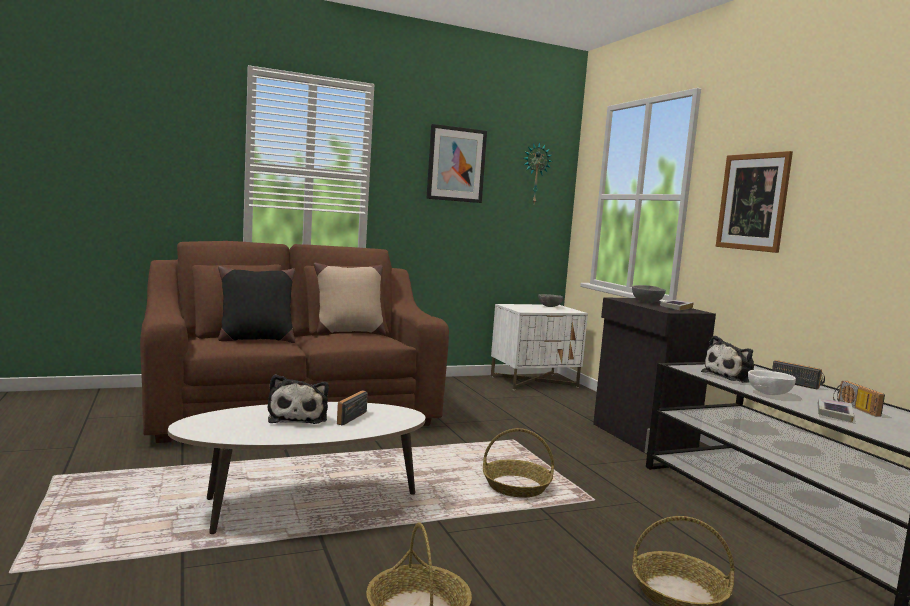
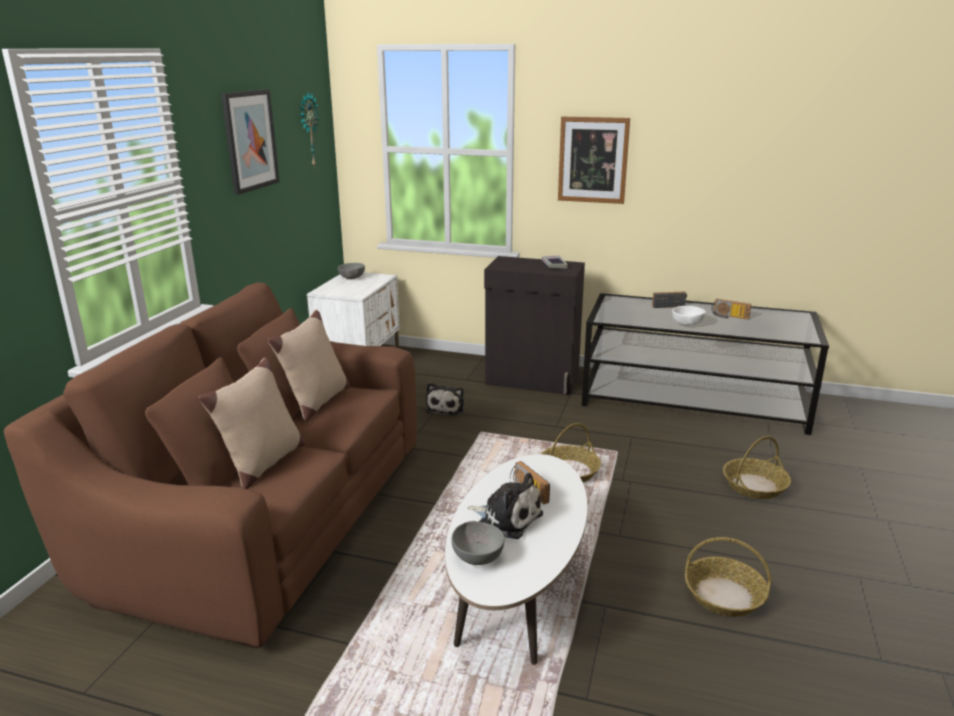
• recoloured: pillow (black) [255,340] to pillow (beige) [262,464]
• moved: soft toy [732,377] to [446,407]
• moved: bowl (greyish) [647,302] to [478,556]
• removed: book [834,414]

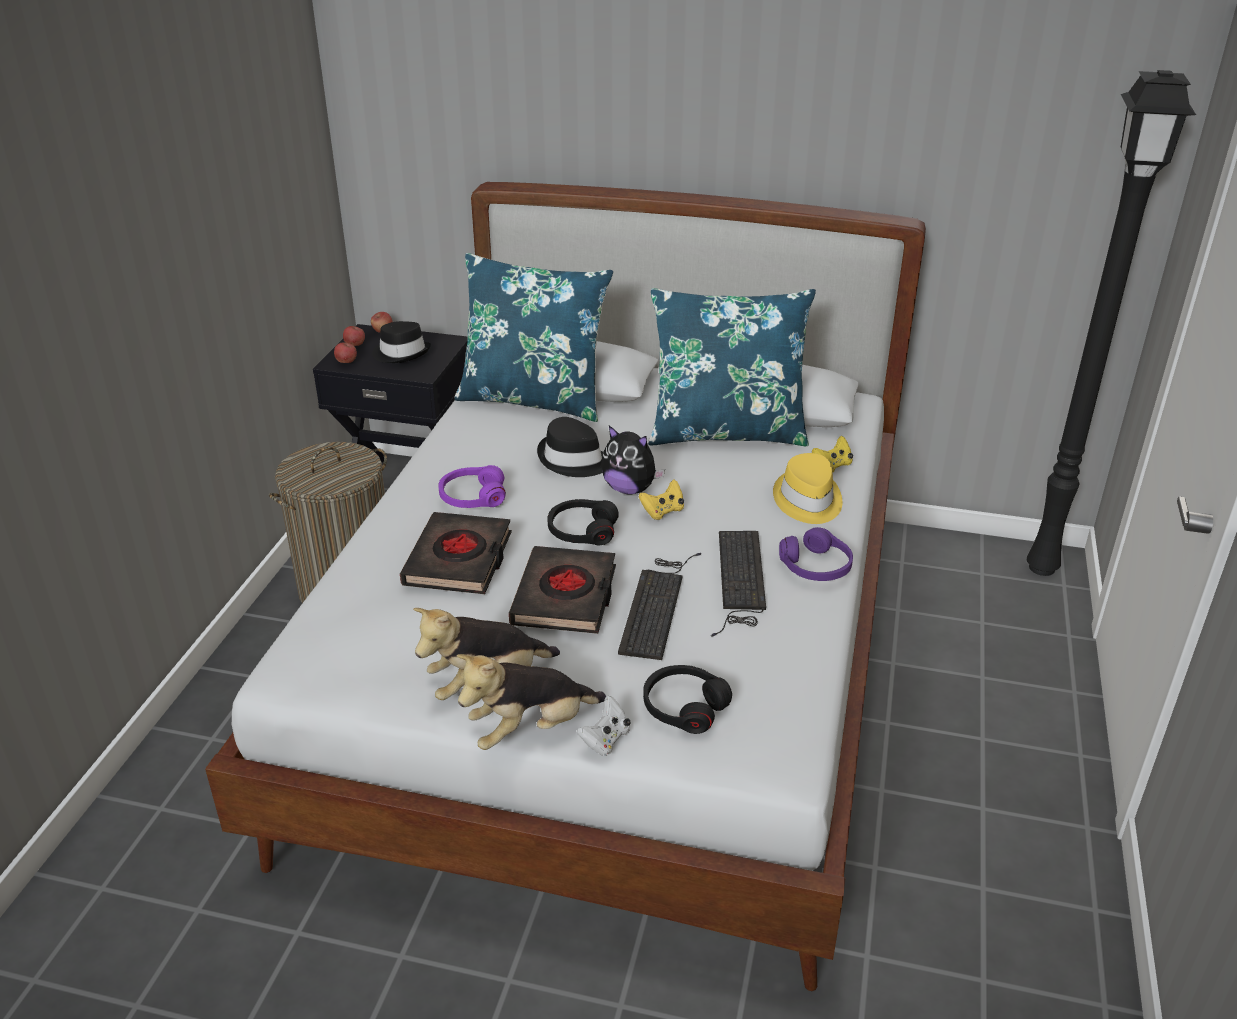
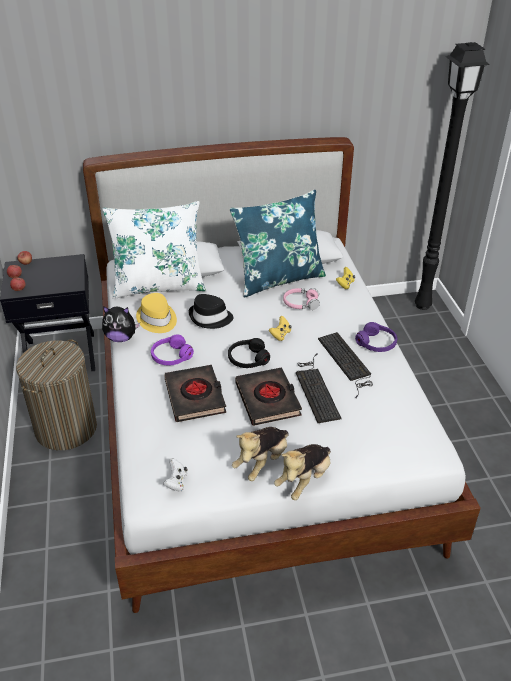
• moved: soft toy [630,489] to [121,338]
• recoloured: pillow (bluish) [534,399] to pillow (whitish) [159,285]
• moved: clothing hat (yellow-coloured) [807,501] to [157,319]
• moved: joypad (whitish) [605,740] to [176,482]
• added: pair of headphones (pinkish) [301,303]
• removed: clothing hat (black) [401,353]
• removed: pair of headphones (black) [684,707]

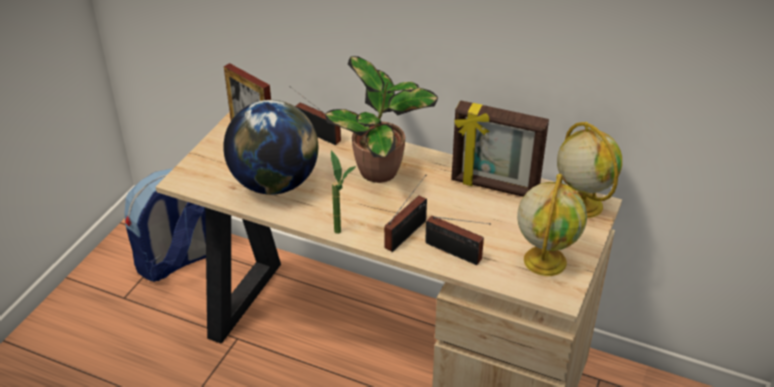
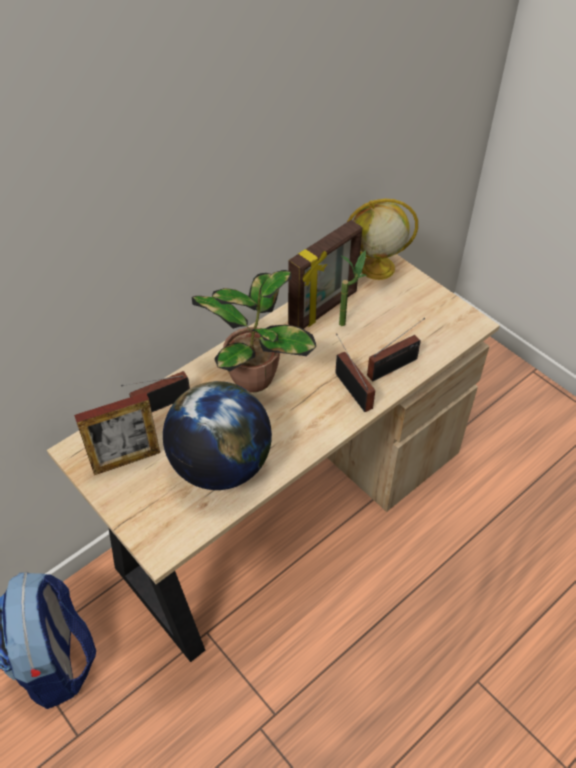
• moved: houseplant [343,234] to [348,322]
• removed: desk globe [544,260]

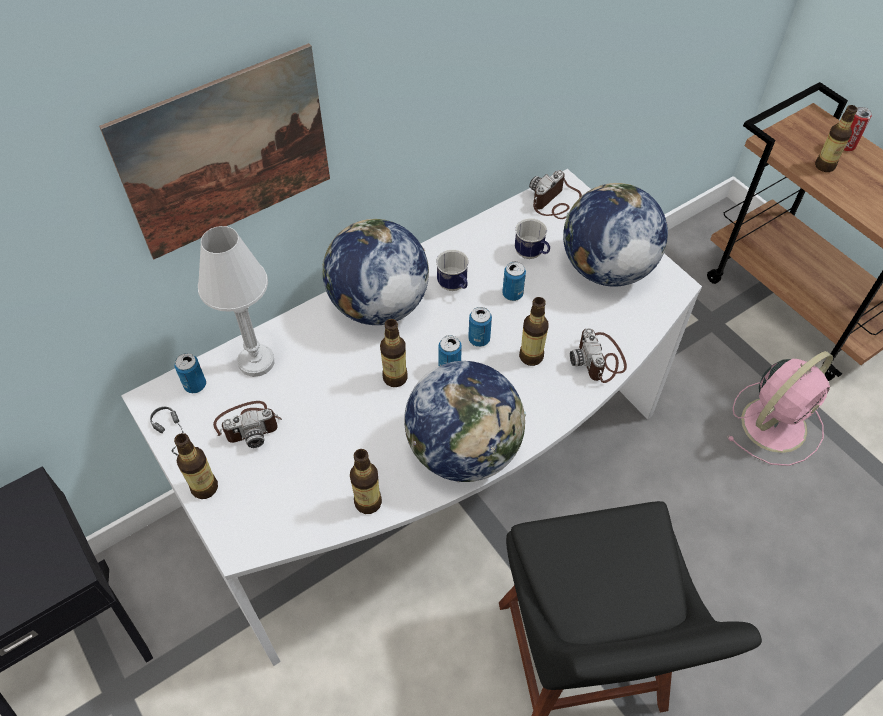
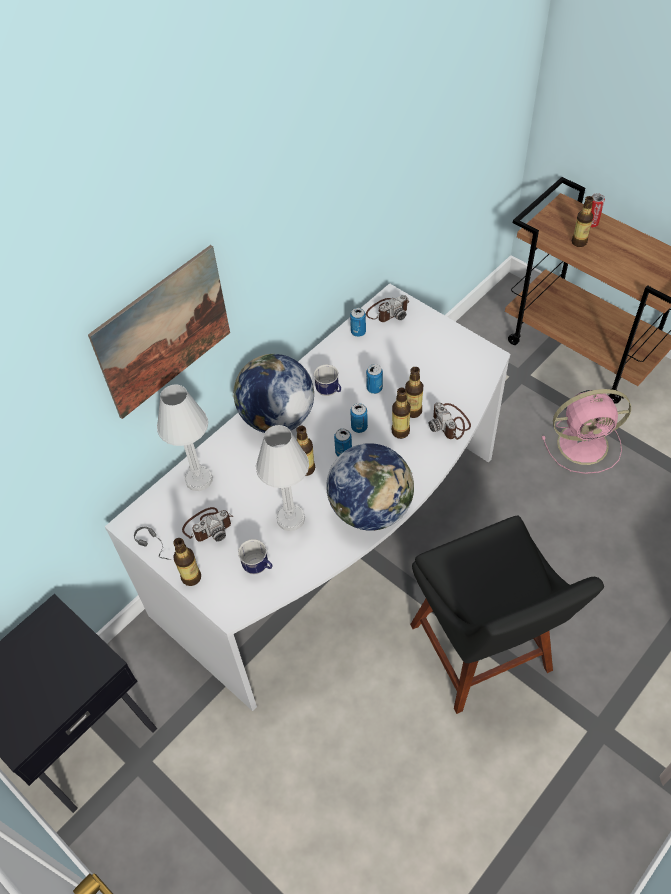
• moved: coffee mug [532,254] to [259,567]
• added: table lamp (whitish) [290,518]
• moved: metal can [195,385] to [358,332]
• turned: still camera [555,202] = [387,311] 150 degrees counterclockwise
• moved: beverage bottle [368,502] to [413,411]
• turned: electric fan (pinkish) [775,423] = [585,444] 45 degrees clockwise
• removed: desk globe [606,269]

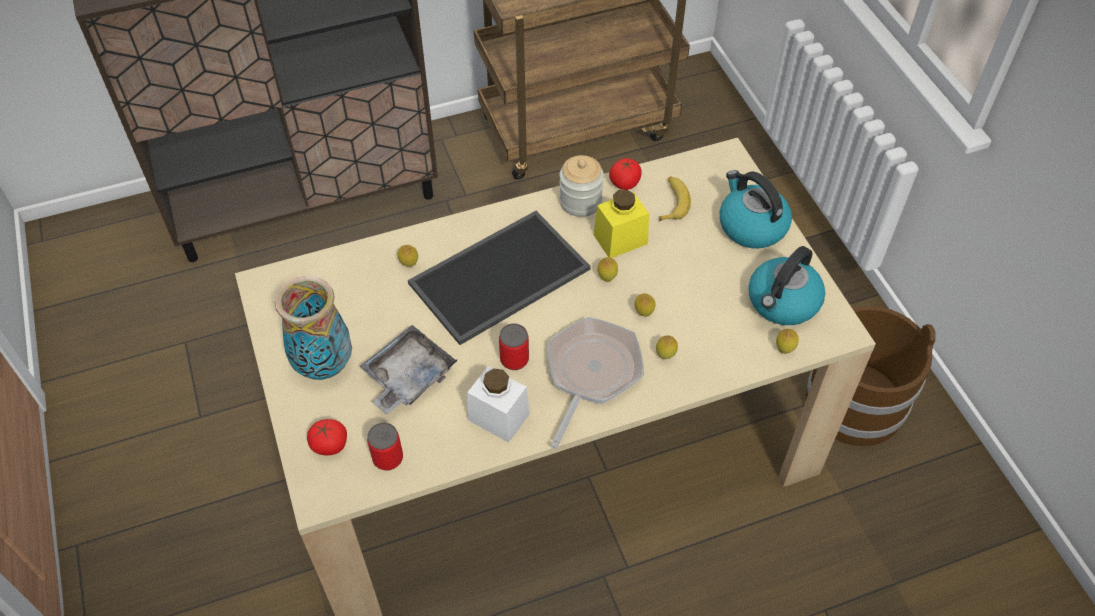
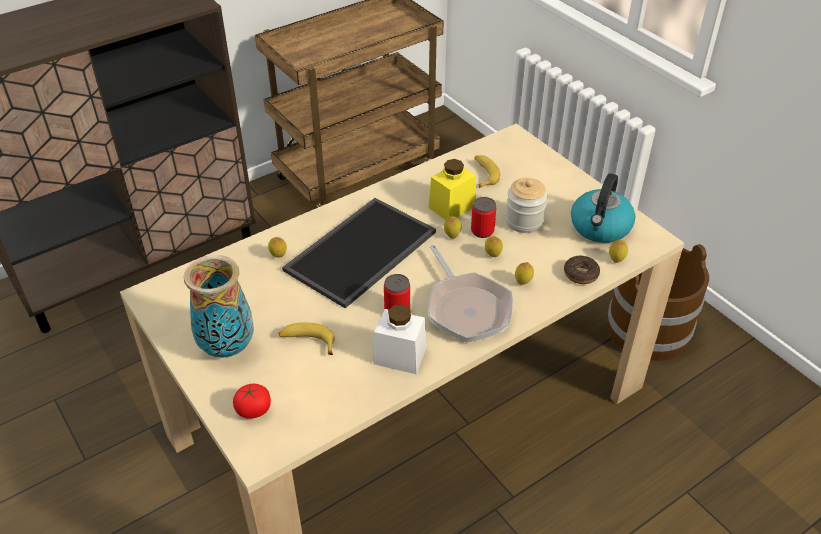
• replaced: tray (greyish) [408,377] to banana fruit [307,341]
• turned: pan [591,374] = [466,308] 150 degrees clockwise
• moved: metal can [388,458] to [482,231]
• moved: preserve jar [580,202] to [524,221]
• added: ring doughnut [581,274]
• removed: tomato [624,183]
• removed: tea kettle [751,226]

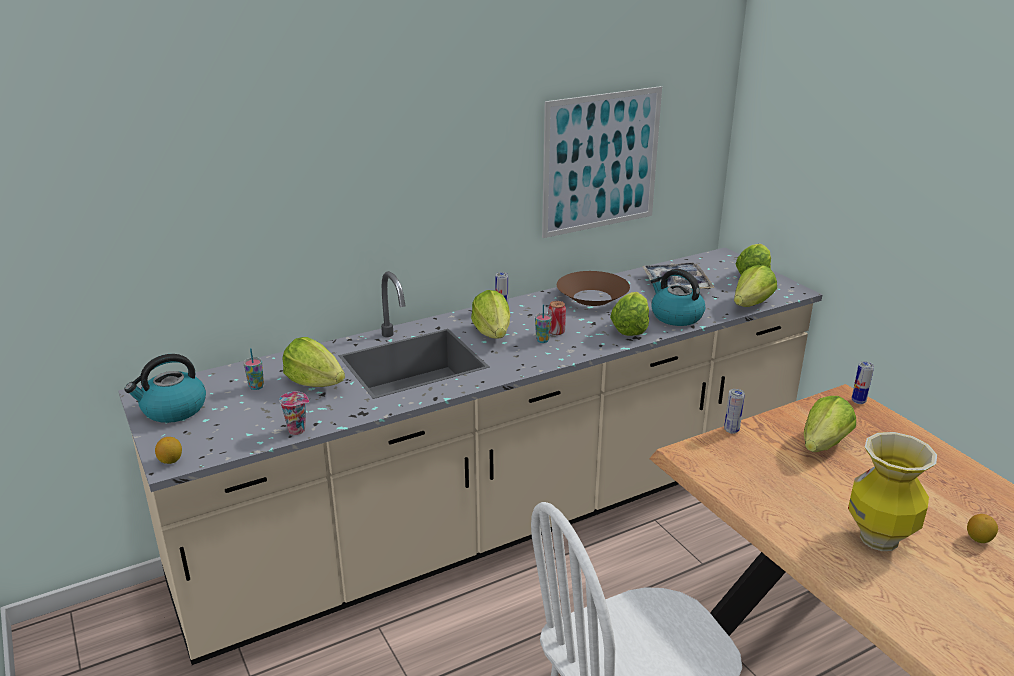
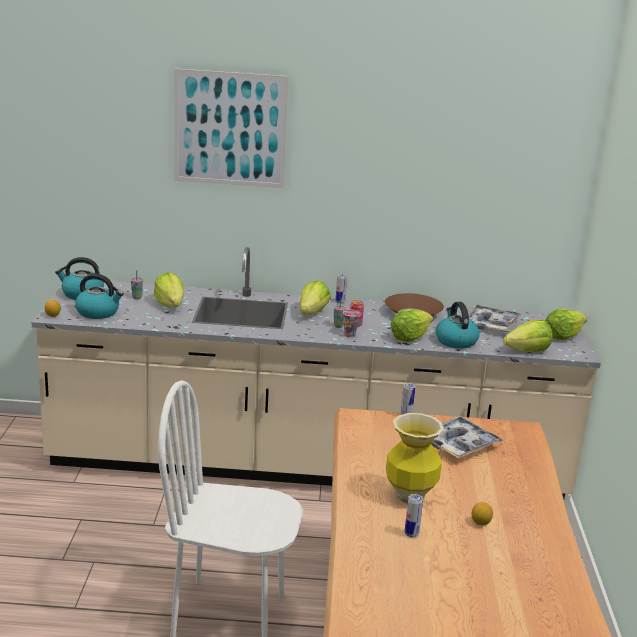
• added: tea kettle [98,312]
• moved: picture [601,162] to [230,129]
• moved: drinking cup [298,430] to [350,335]
• moved: metal can [858,401] to [411,534]
• replaced: head of lettuce [823,445] to tray [458,444]

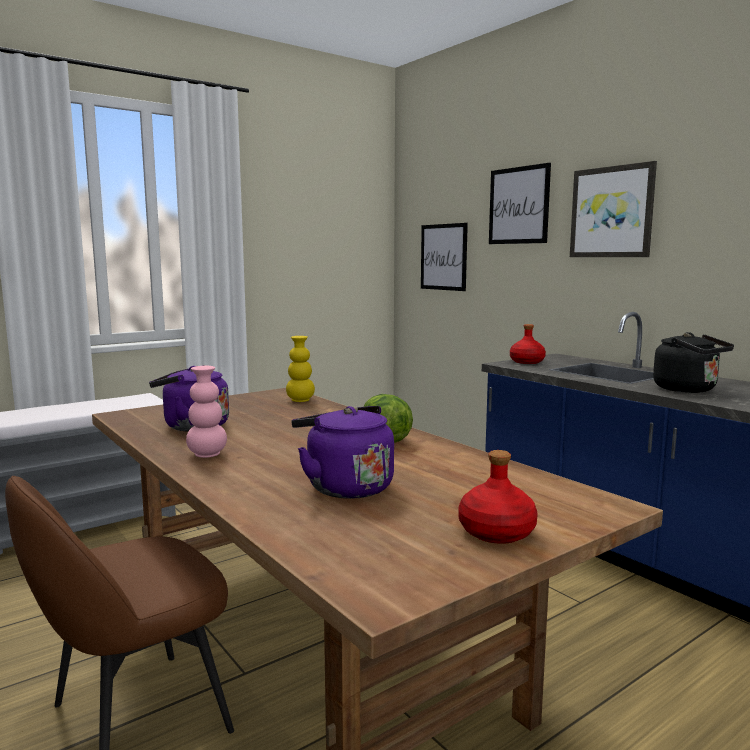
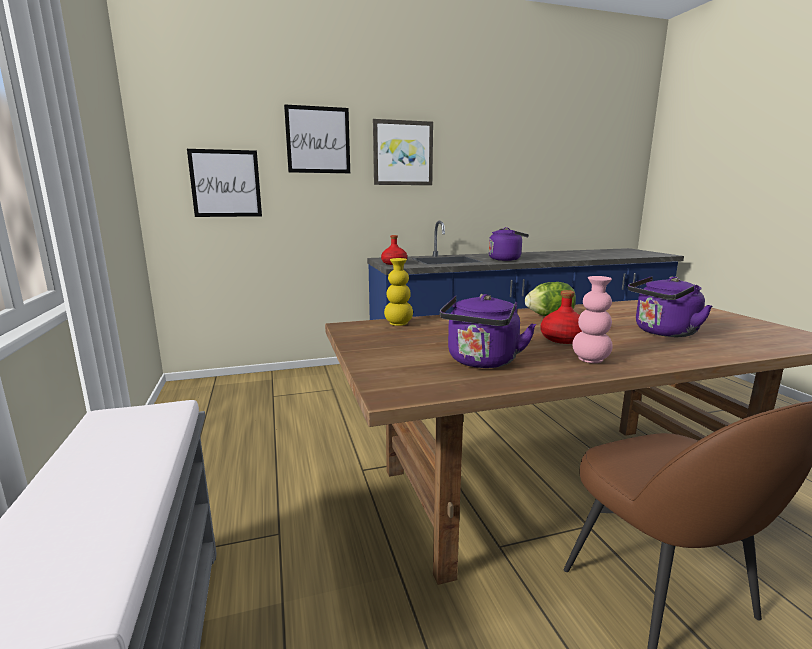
• recoloured: tea kettle (black) [688,389] to tea kettle (purplish) [506,259]
• moved: beverage bottle (red) [496,532] to [563,339]

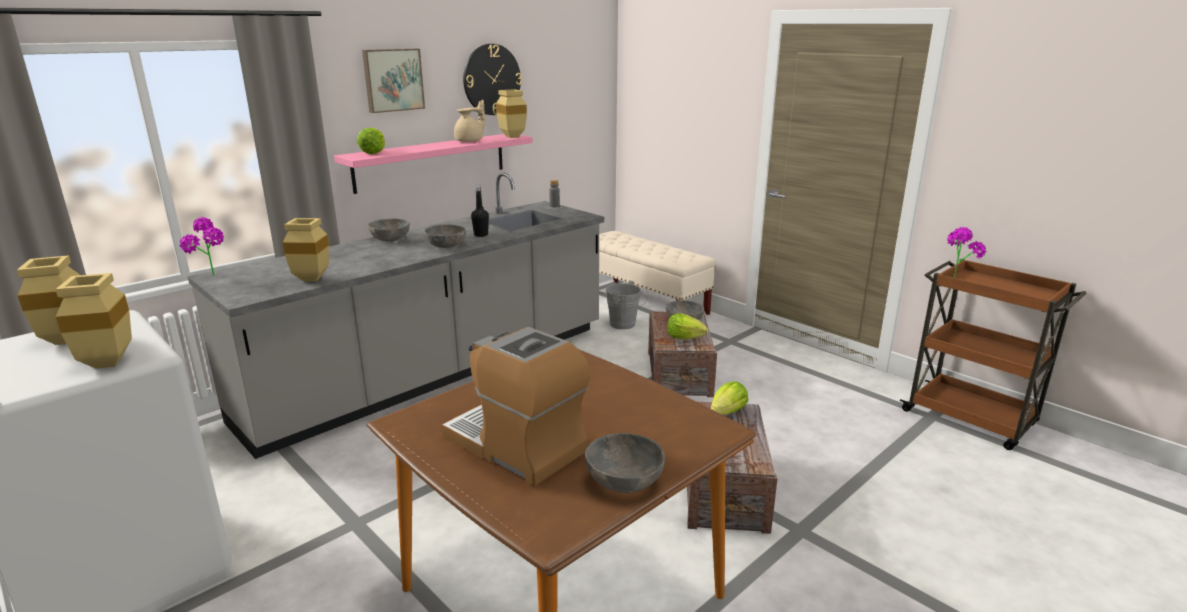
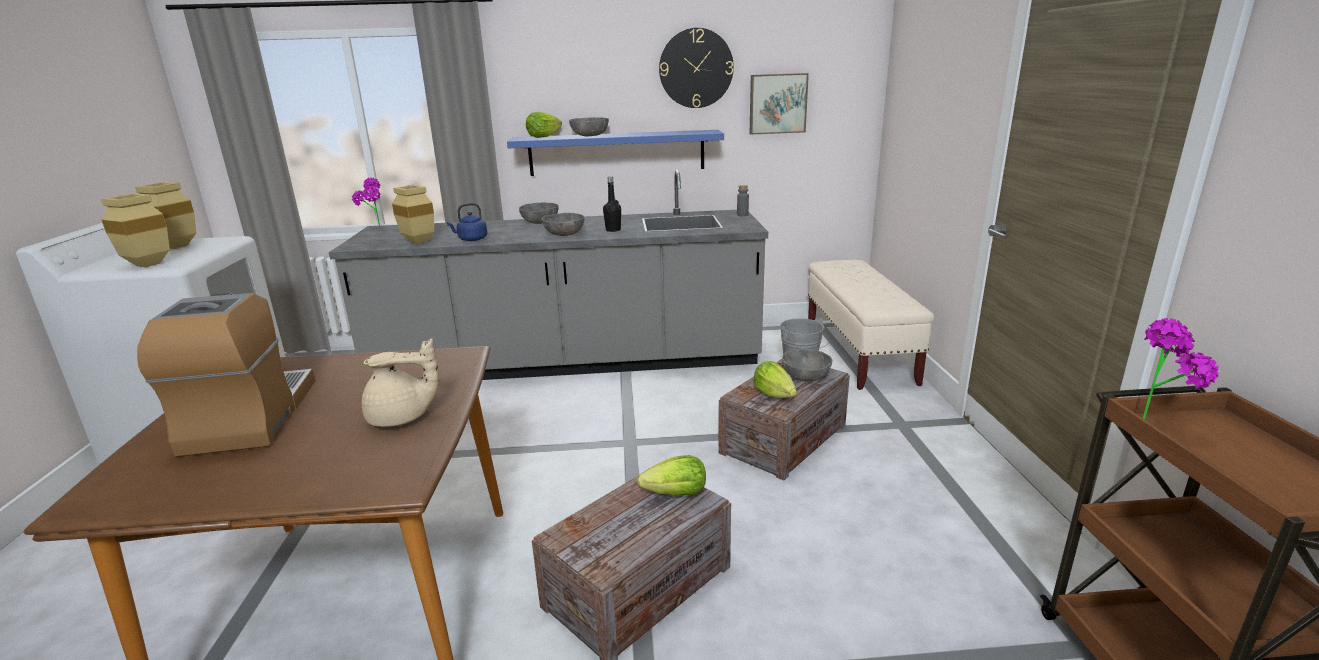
• moved: teapot (beige) [470,141] to [402,418]
• added: tea kettle (bluish) [471,239]
• recoloured: shelf (pinkish) [431,162] to shelf (bluish) [617,153]
• moved: bowl (greyish) [623,480] to [589,135]
• moved: picture [393,80] to [777,103]
• removed: vase (beige) [511,136]

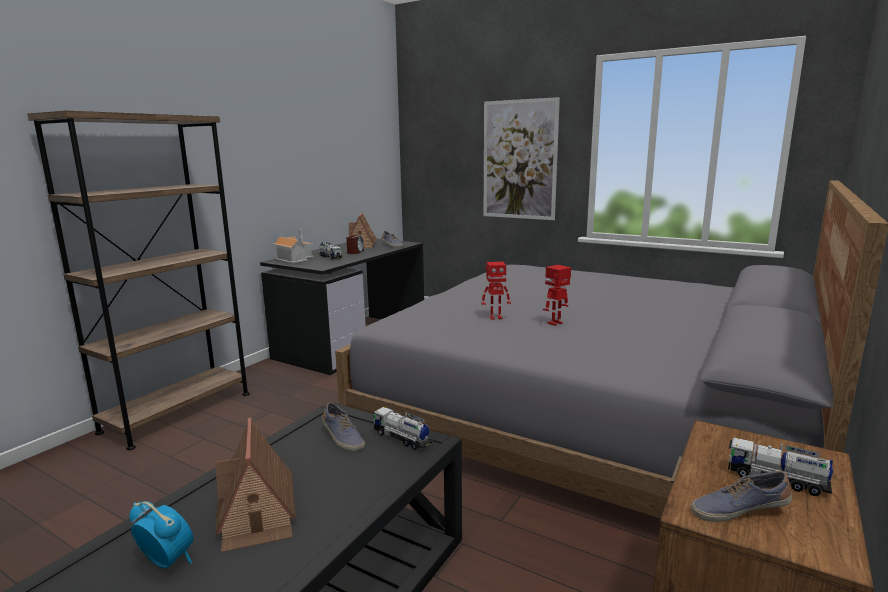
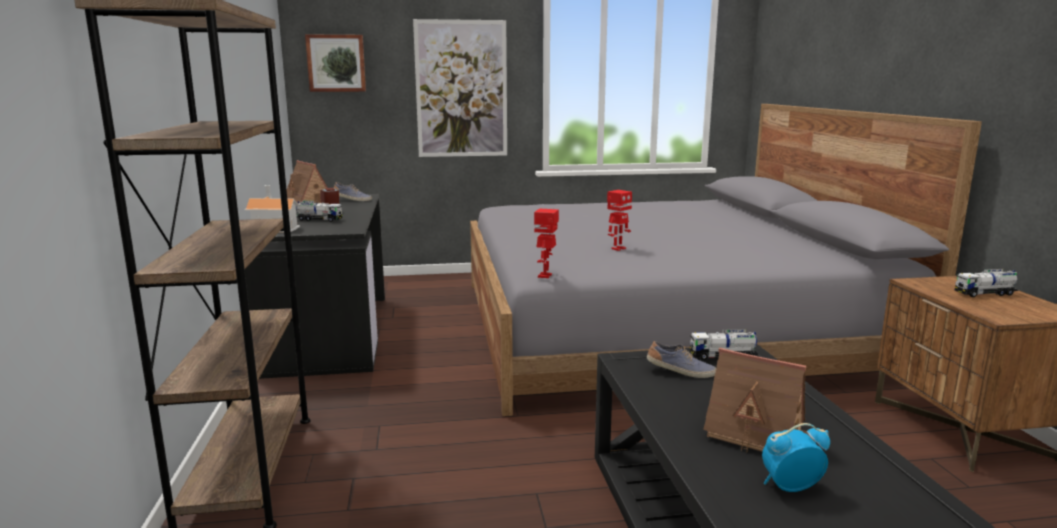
• added: picture [336,63]
• moved: toy robot [555,323] to [545,276]
• removed: low shoe [738,510]

